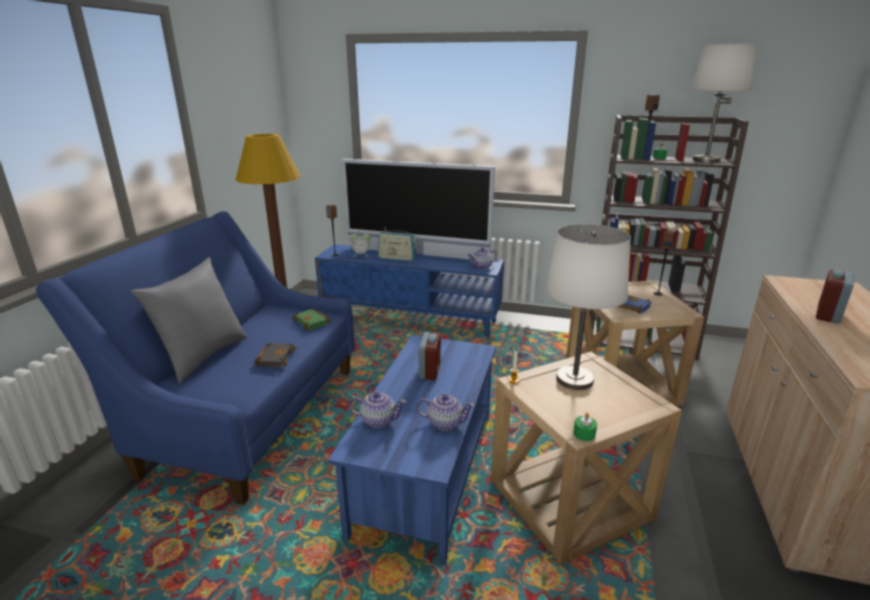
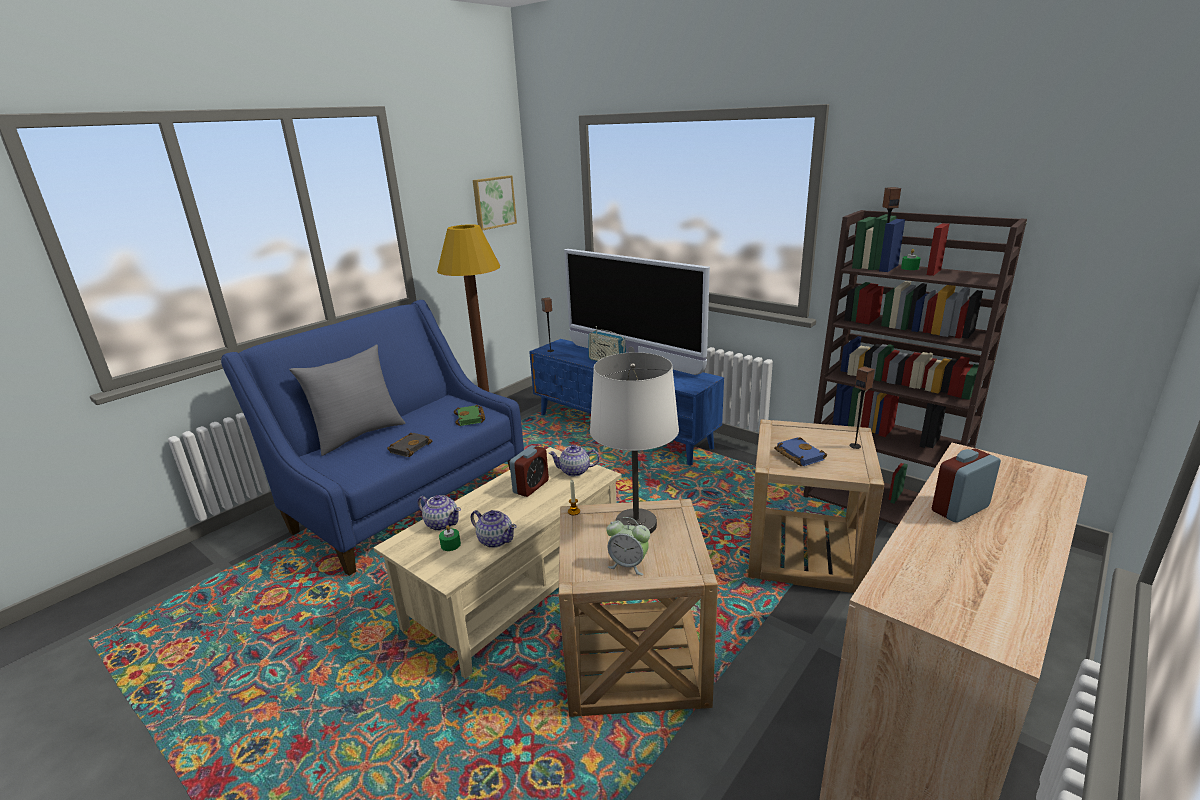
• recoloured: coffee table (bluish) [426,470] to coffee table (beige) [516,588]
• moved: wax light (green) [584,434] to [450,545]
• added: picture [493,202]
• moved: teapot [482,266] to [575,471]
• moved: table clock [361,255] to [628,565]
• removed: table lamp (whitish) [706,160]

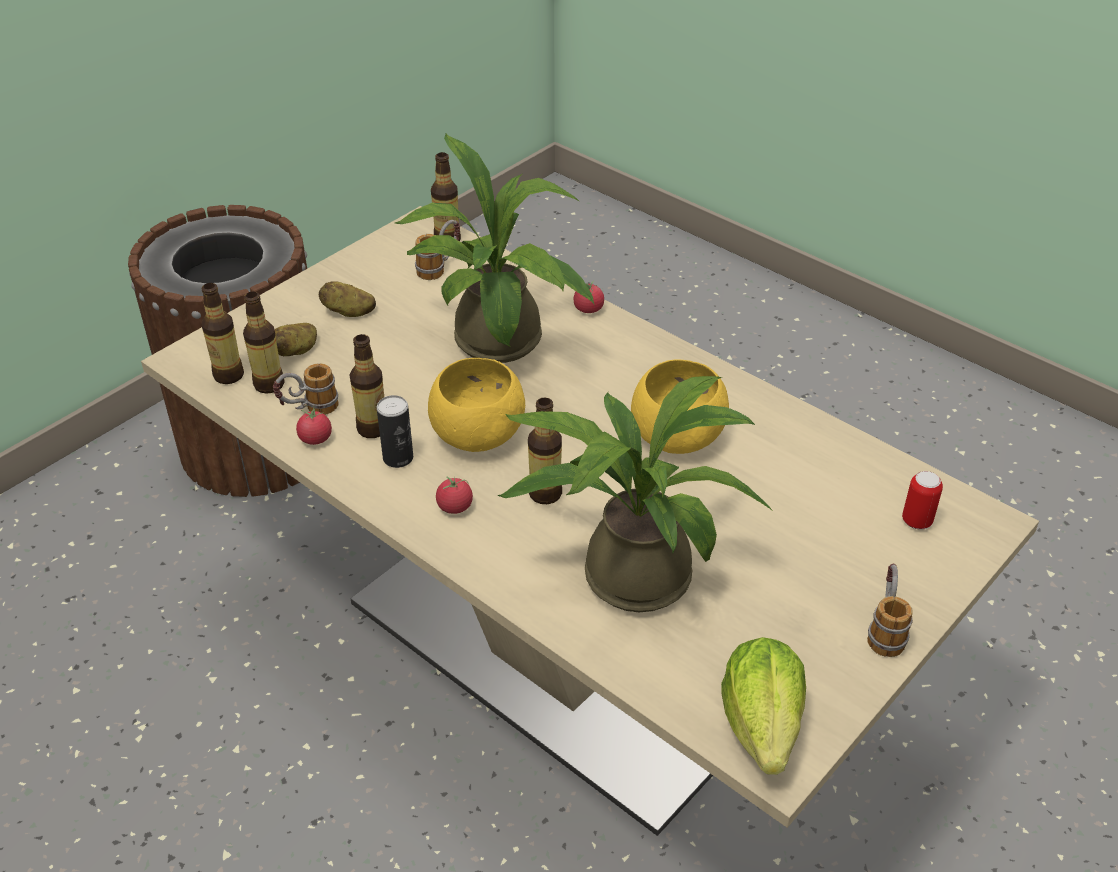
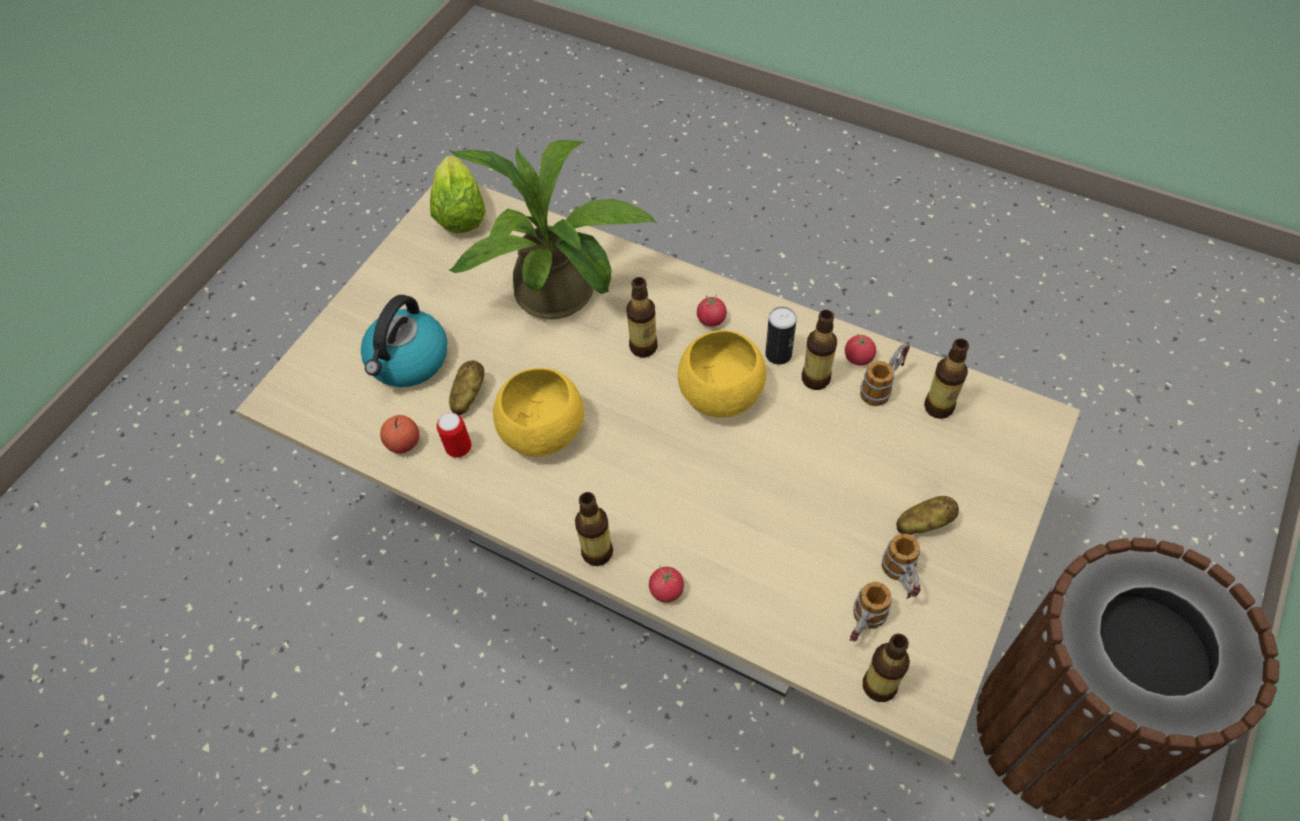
• added: tea kettle [408,361]
• added: whole apple [404,443]
• moved: metal can [916,521] to [459,448]
• moved: spud [296,351] to [468,396]
• moved: beverage bottle [229,375] to [597,552]
• moved: coffee mug [885,628] to [901,580]
• removed: houseplant [501,347]

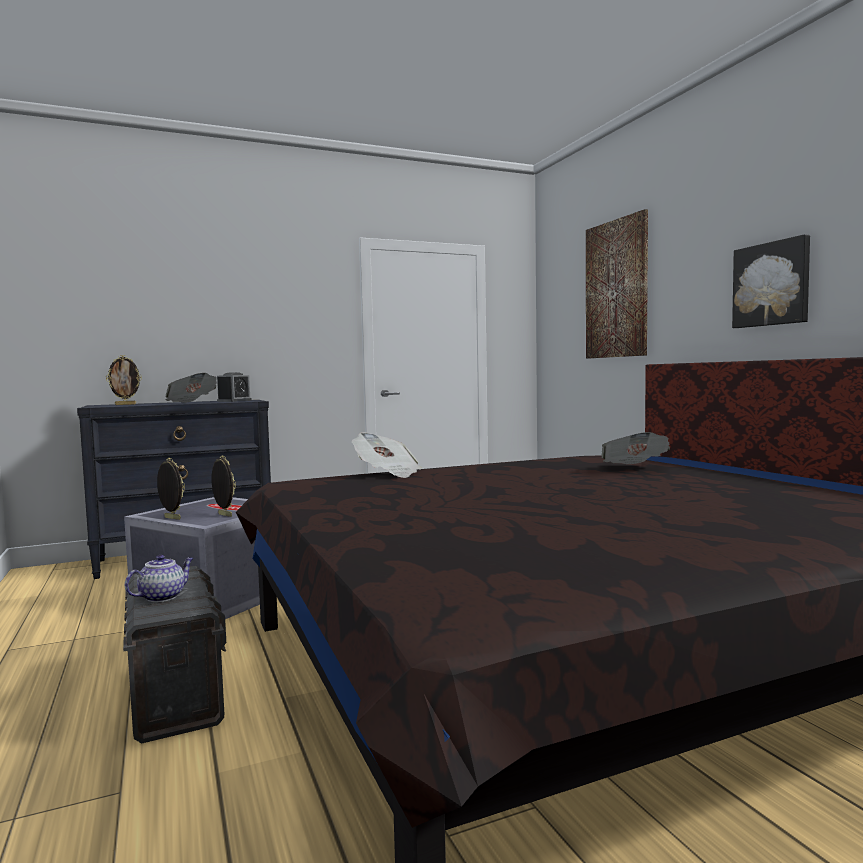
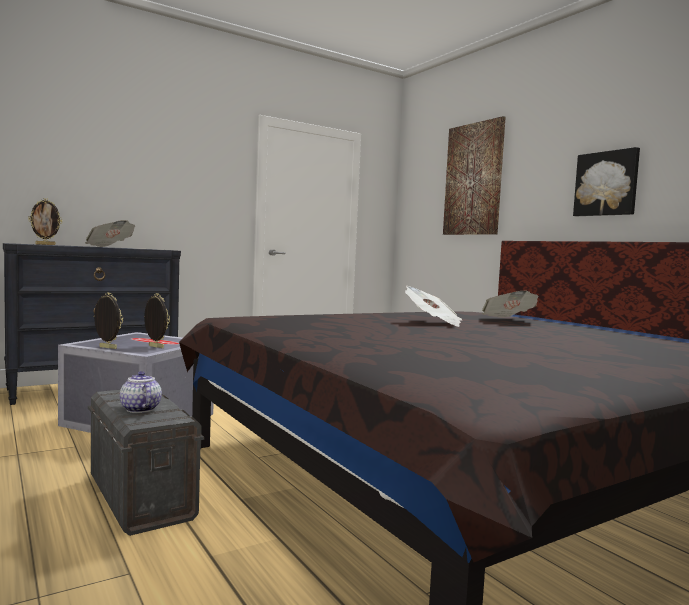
• turned: teapot [162,596] = [139,409] 60 degrees counterclockwise
• moved: newspaper [387,473] to [433,323]
• removed: table clock [234,401]

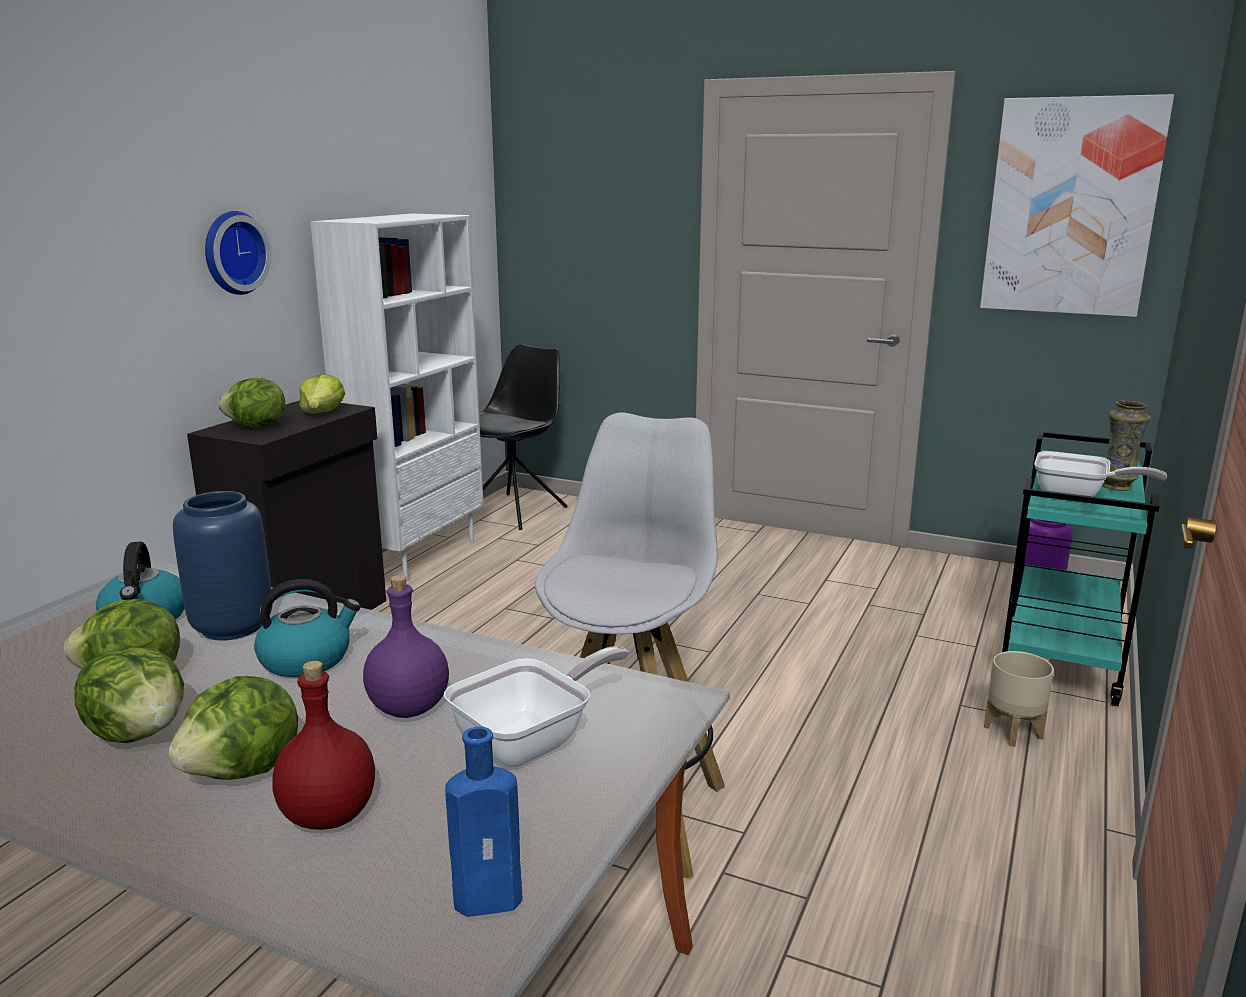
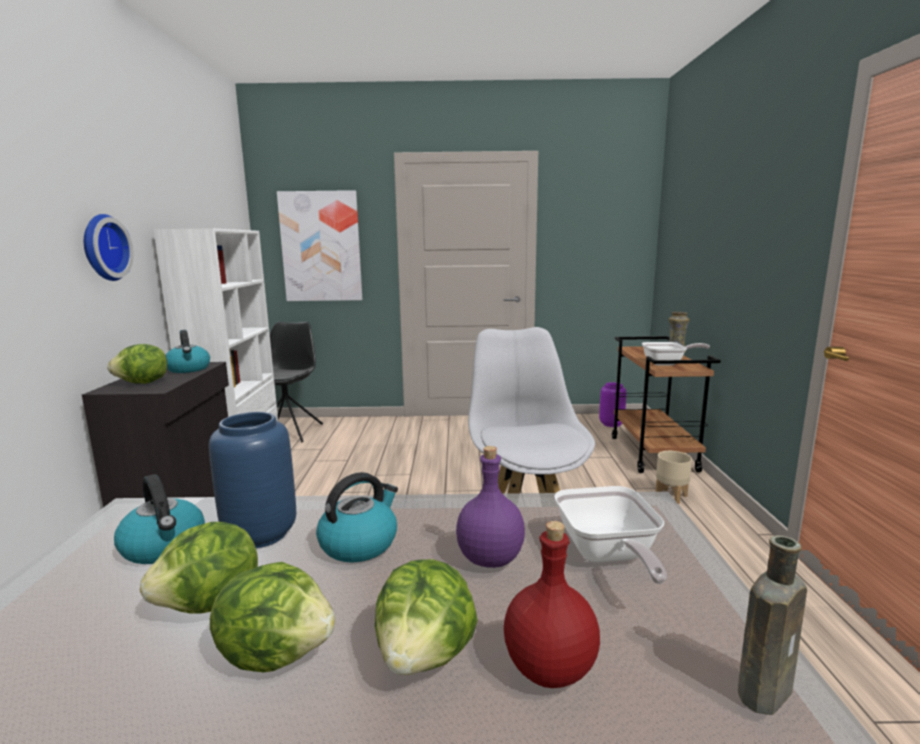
• replaced: head of lettuce [322,413] to tea kettle [189,369]
• moved: picture [1071,207] to [321,247]
• turned: pan [532,740] = [607,556] 150 degrees clockwise
• recoloured: cart (turquoise) [1062,657] to cart (brownish) [654,454]
• recoloured: beverage bottle (bluish) [493,899] to beverage bottle (brownish) [765,690]

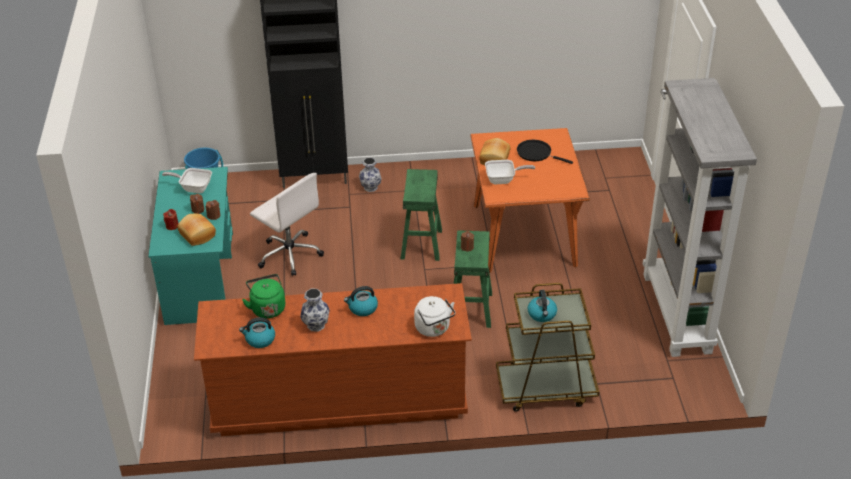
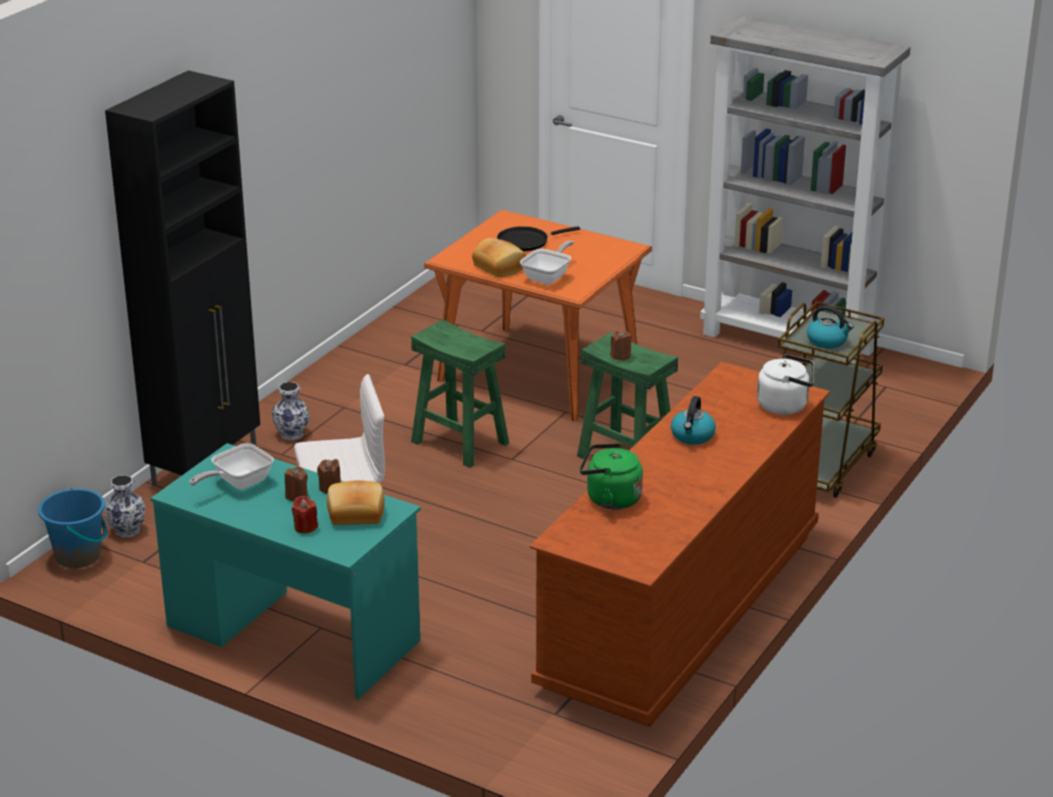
• moved: vase [315,325] to [126,530]
• removed: tea kettle [259,340]

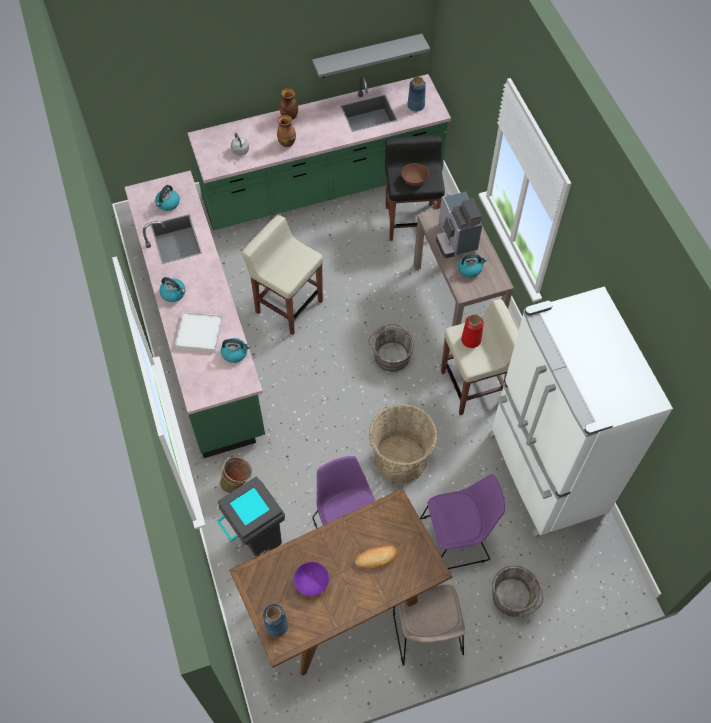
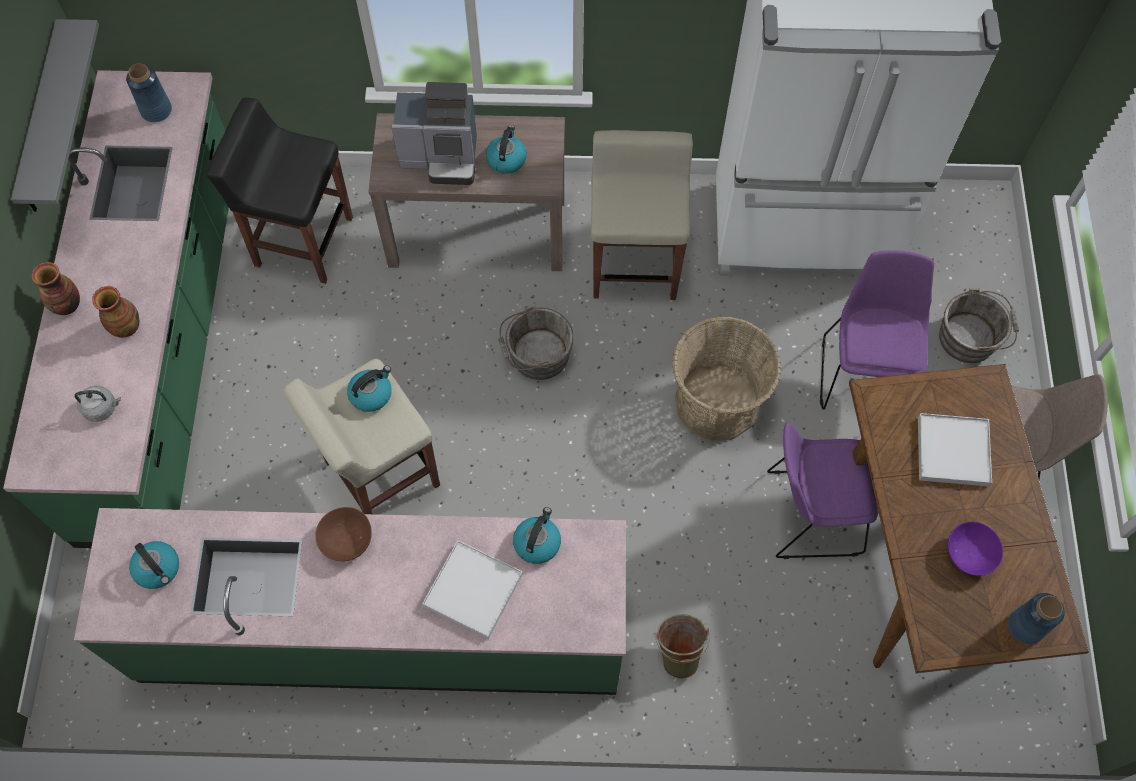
• moved: bowl (brownish) [414,180] to [346,540]
• moved: tea kettle [174,293] to [371,394]
• replaced: bread [376,558] to tray (whitish) [952,451]
• removed: rubbish bin (greyish) [256,540]
• removed: vase (red) [471,340]

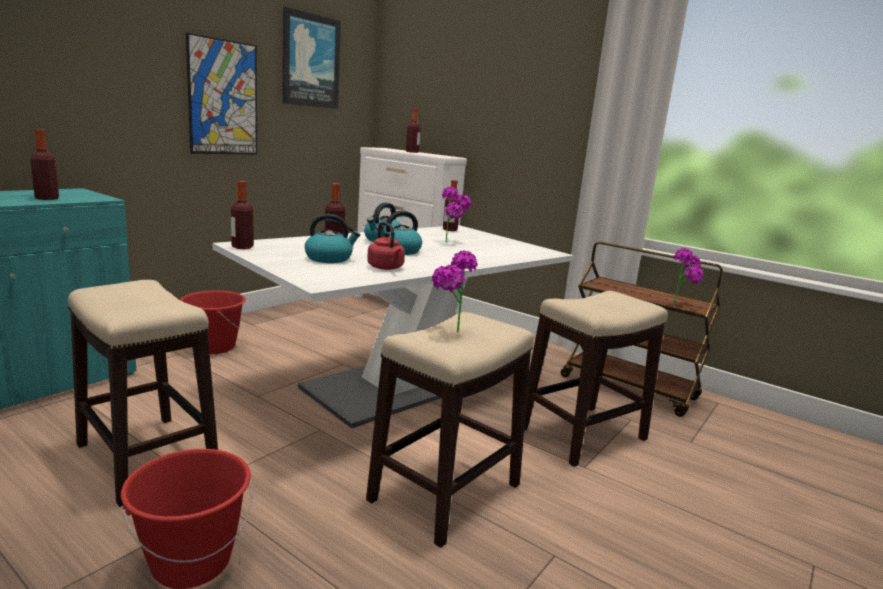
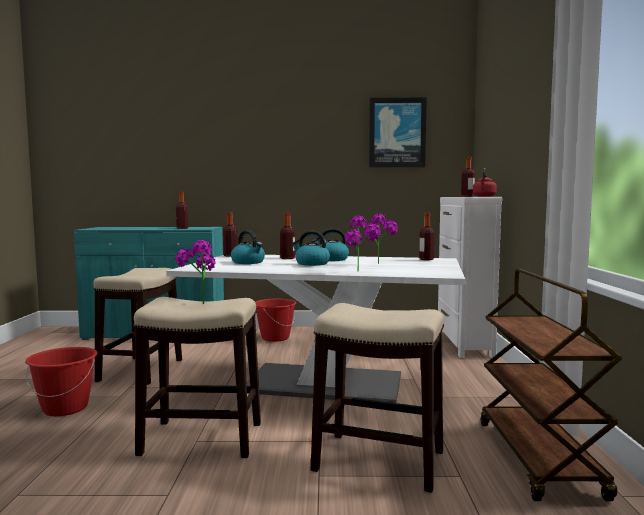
• moved: houseplant [681,306] to [362,272]
• moved: tea kettle (red) [386,268] to [484,196]
• removed: picture [223,98]

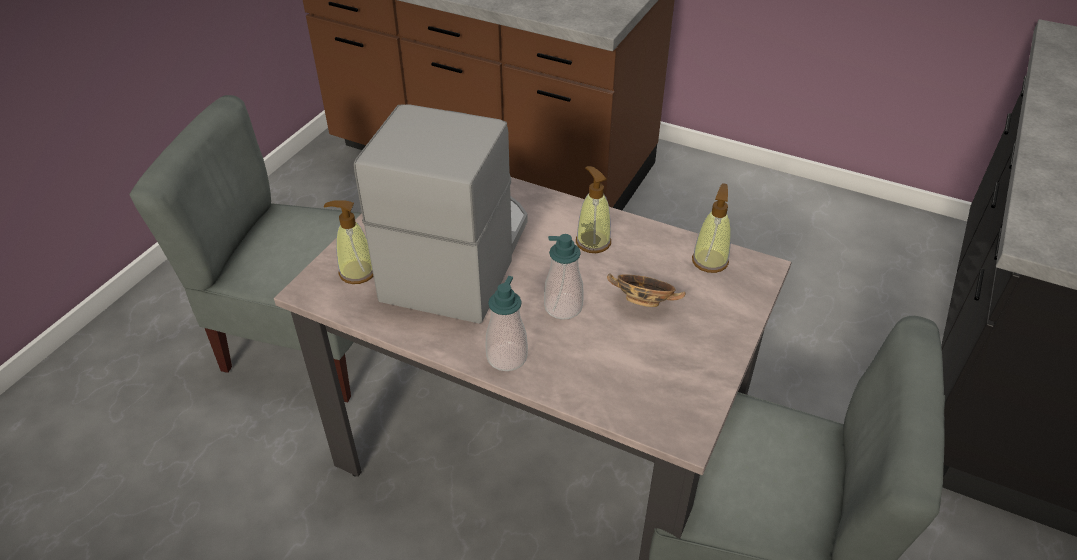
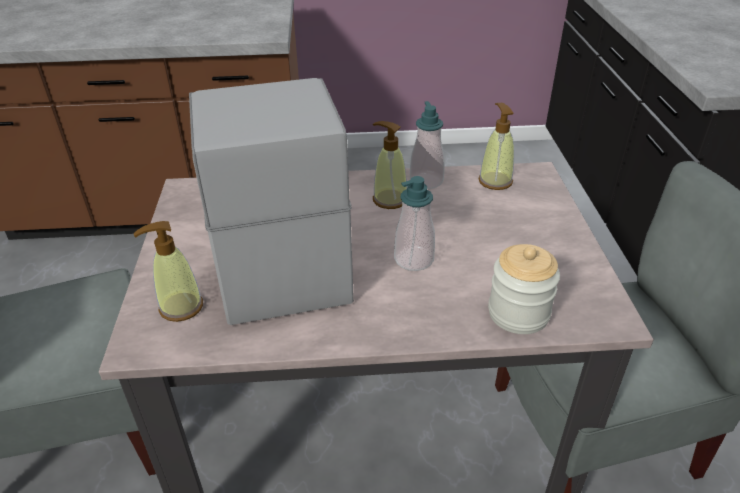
• moved: soap dispenser [507,357] to [426,181]
• added: preserve jar [518,313]
• removed: bowl [644,301]

